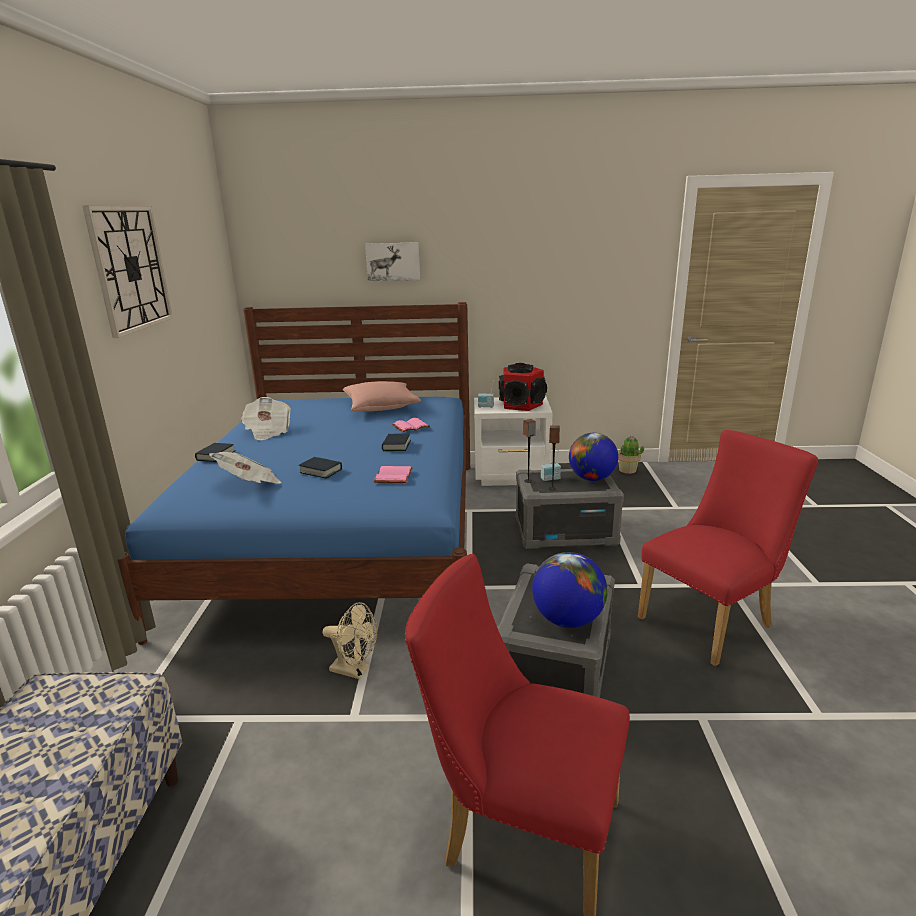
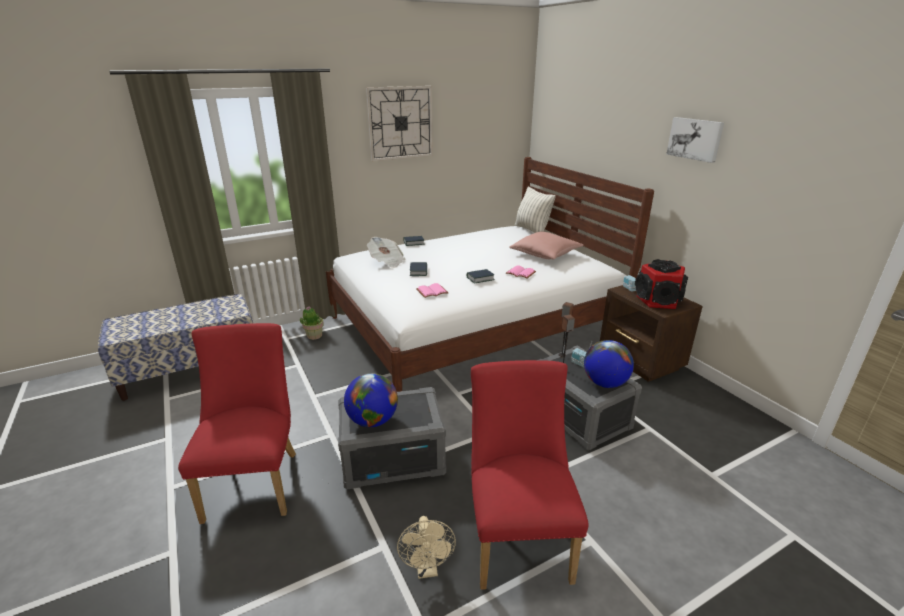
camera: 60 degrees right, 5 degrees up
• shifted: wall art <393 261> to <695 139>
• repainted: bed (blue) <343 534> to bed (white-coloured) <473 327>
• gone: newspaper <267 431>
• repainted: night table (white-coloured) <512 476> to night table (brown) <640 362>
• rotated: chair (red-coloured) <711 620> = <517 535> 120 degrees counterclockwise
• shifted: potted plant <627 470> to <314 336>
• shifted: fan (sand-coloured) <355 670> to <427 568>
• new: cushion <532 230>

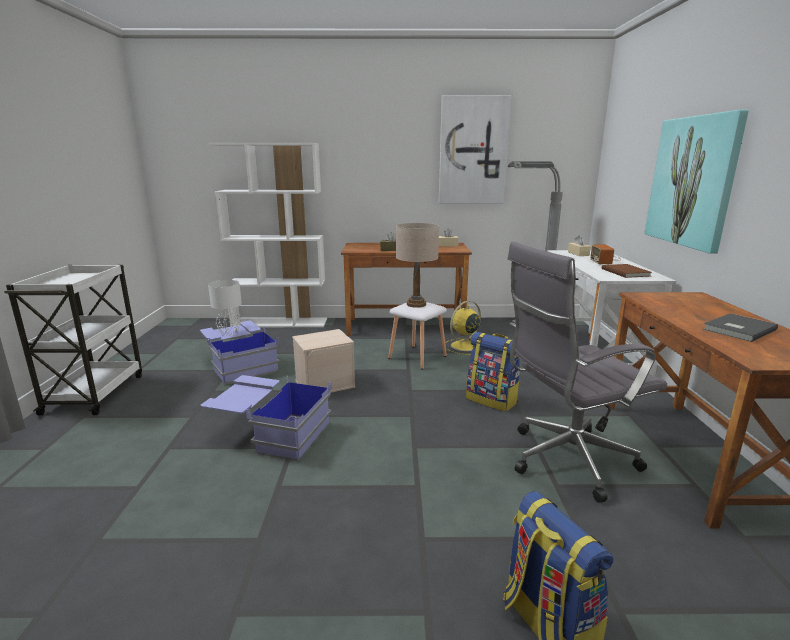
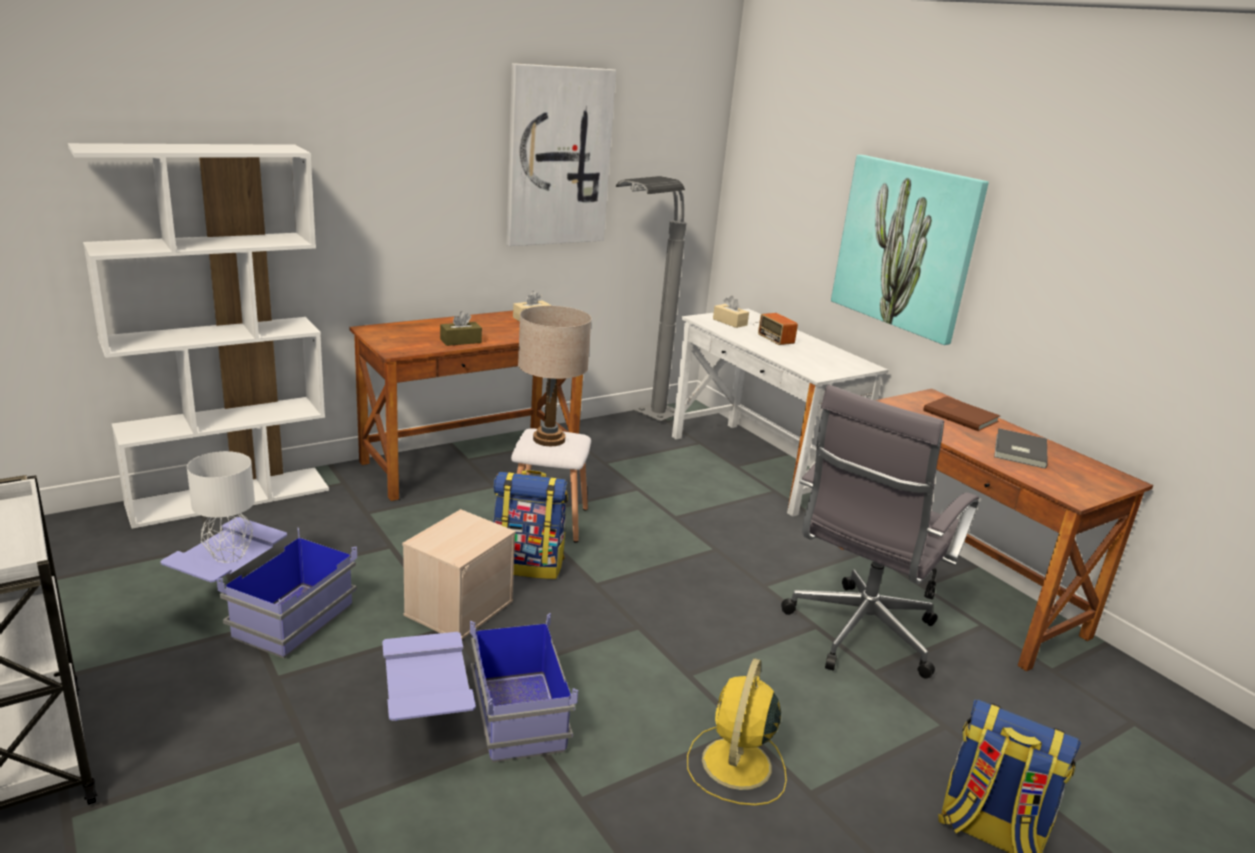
camera: 35 degrees left, 5 degrees up
• shifted: book (brown) <626 272> to <960 415>
• shifted: fan (yellowish) <463 346> to <736 766>
• shifted: backpack <492 400> to <528 565>

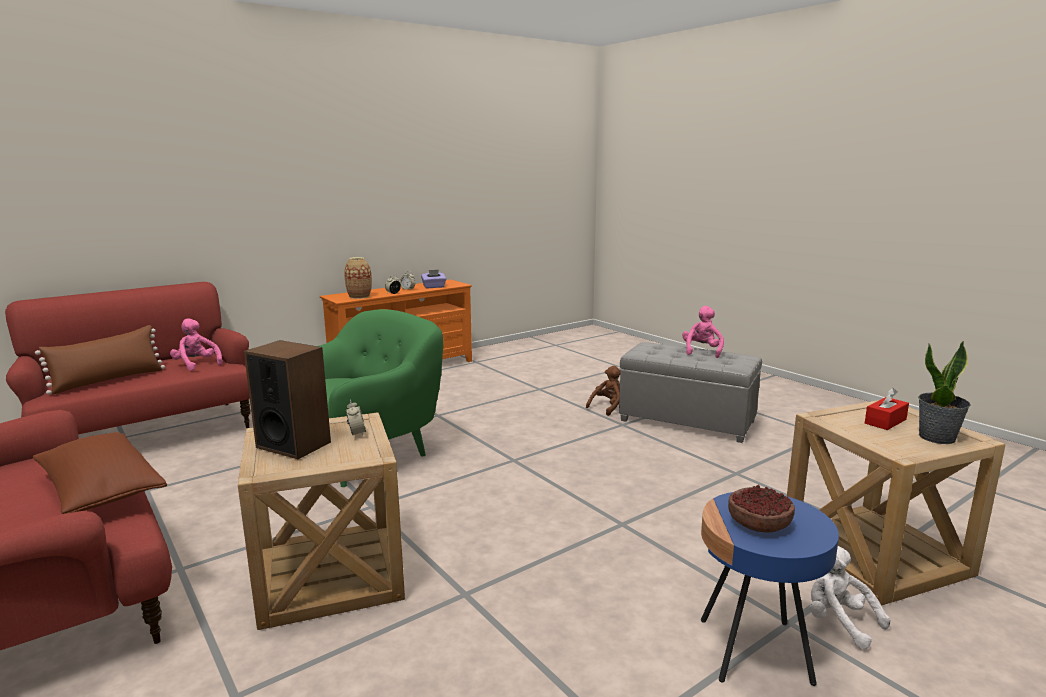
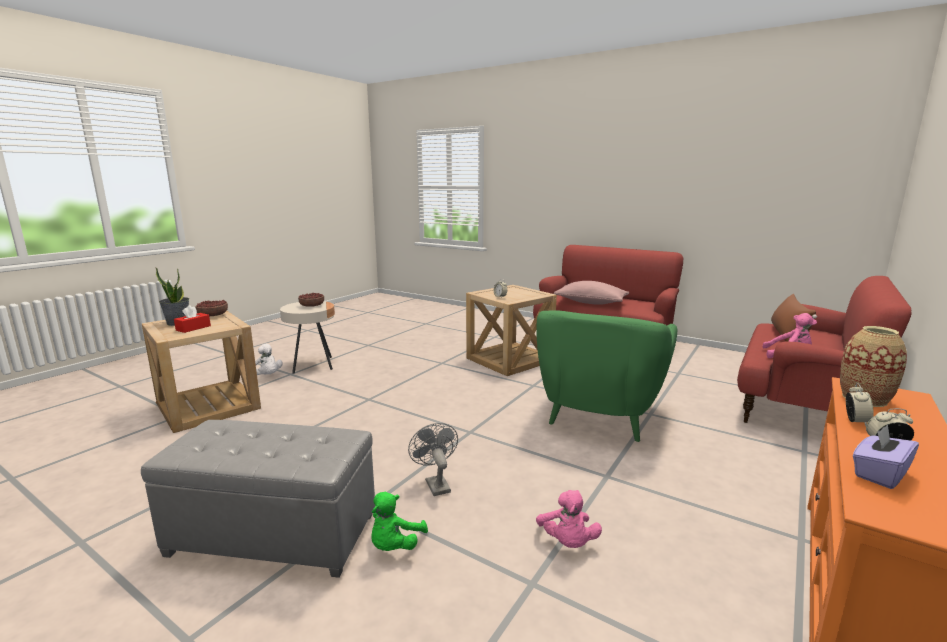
camera: 160 degrees right, 0 degrees up
• shifted: cuddly toy (pink) <702 351> to <567 542>
• gone: audio speaker <293 444>
• repainted: cuddly toy (brown) <607 407> to cuddly toy (green-coloured) <395 546>
• repainted: cushion (brown) <101 491> to cushion (pink) <590 303>
• repainted: side table (blue) <754 651> to side table (sand-coloured) <313 365>
• new: bowl <213 315>
• new: fan (greyish) <435 483>

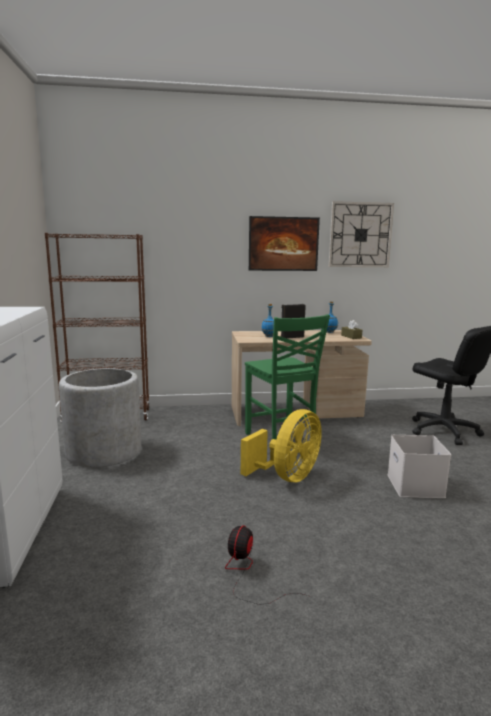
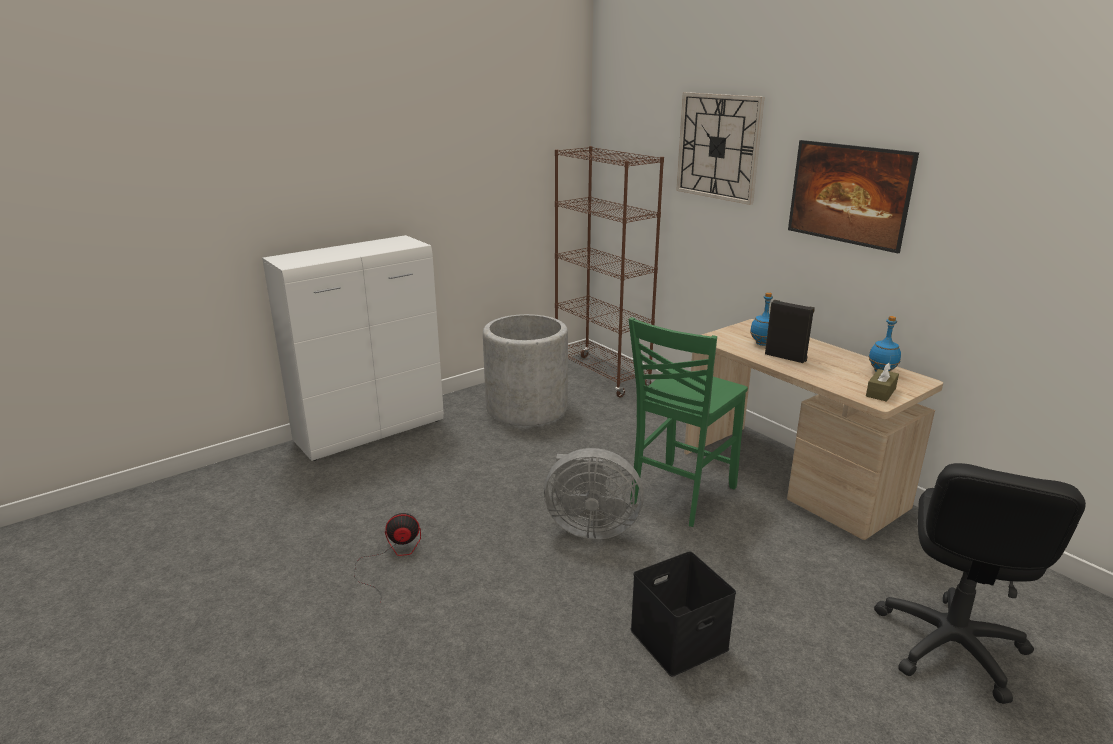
camera: 60 degrees right, 10 degrees up
• shifted: clock on the wall <360 235> to <718 147>
• repainted: fan (yellowish) <287 477> to fan (greyish) <590 527>
• repainted: storage box (white-coloured) <413 485> to storage box (black) <679 637>

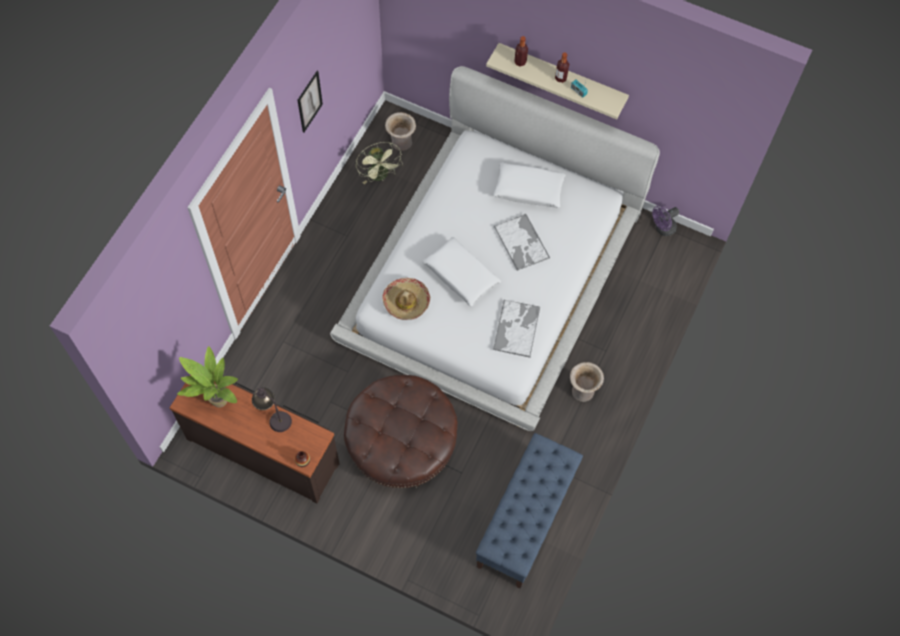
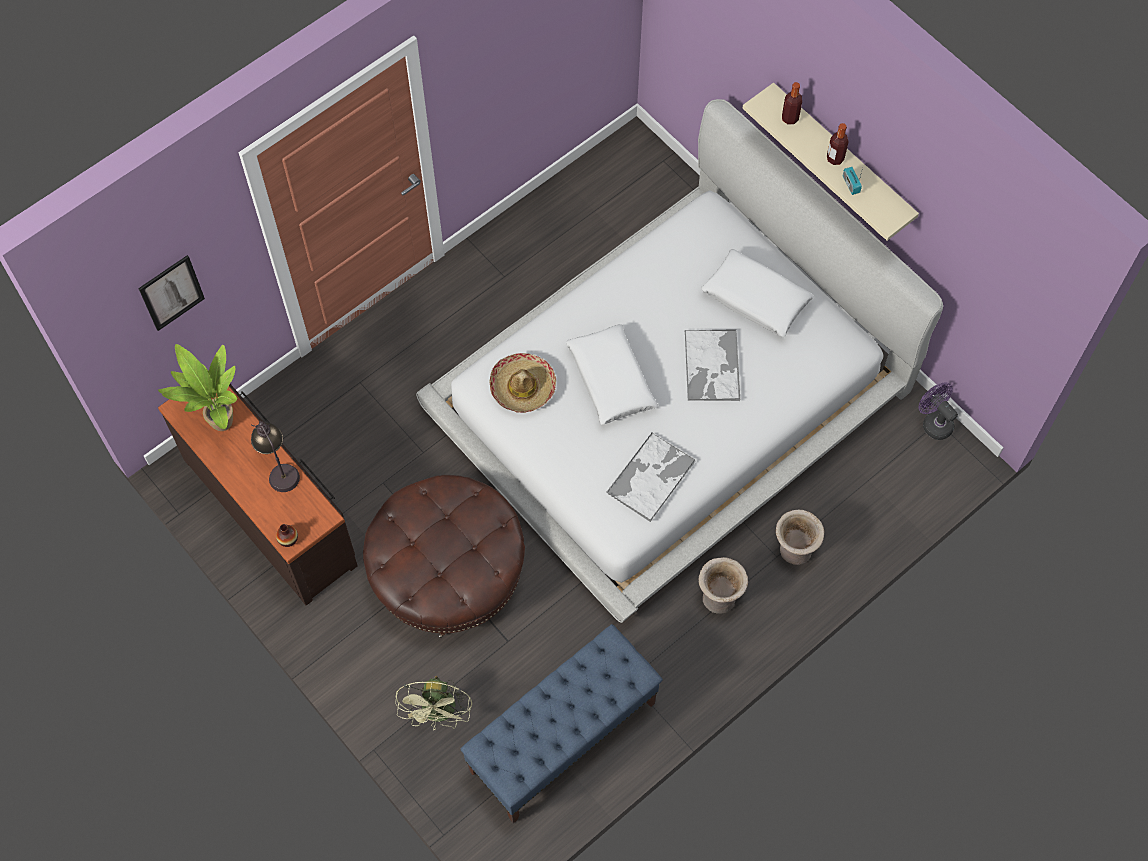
camera: 25 degrees right, 0 degrees up
• shifted: wall art <309 101> to <171 292>
• shifted: vase (sand-coloured) <401 143> to <794 551>
• shifted: fan (green-coloured) <380 176> to <439 713>
• rotated: fan (purplish) <662 229> = <934 422> 60 degrees clockwise

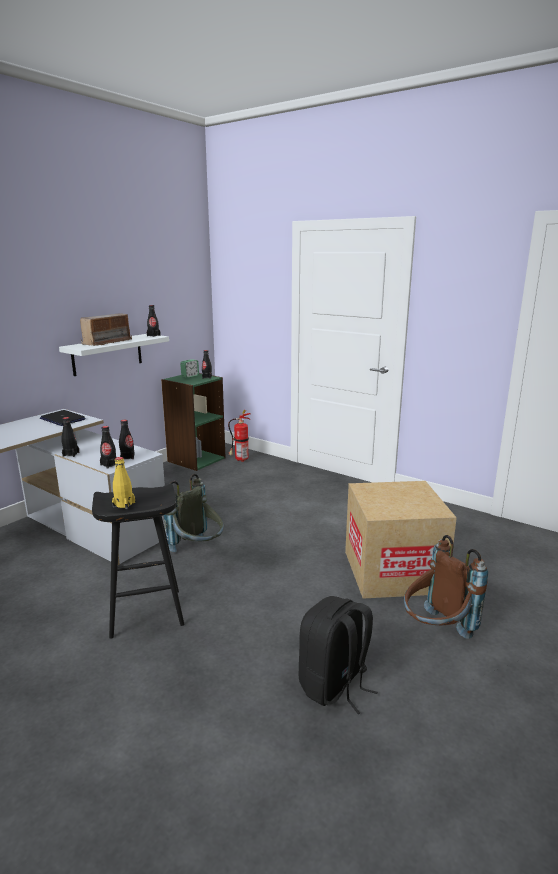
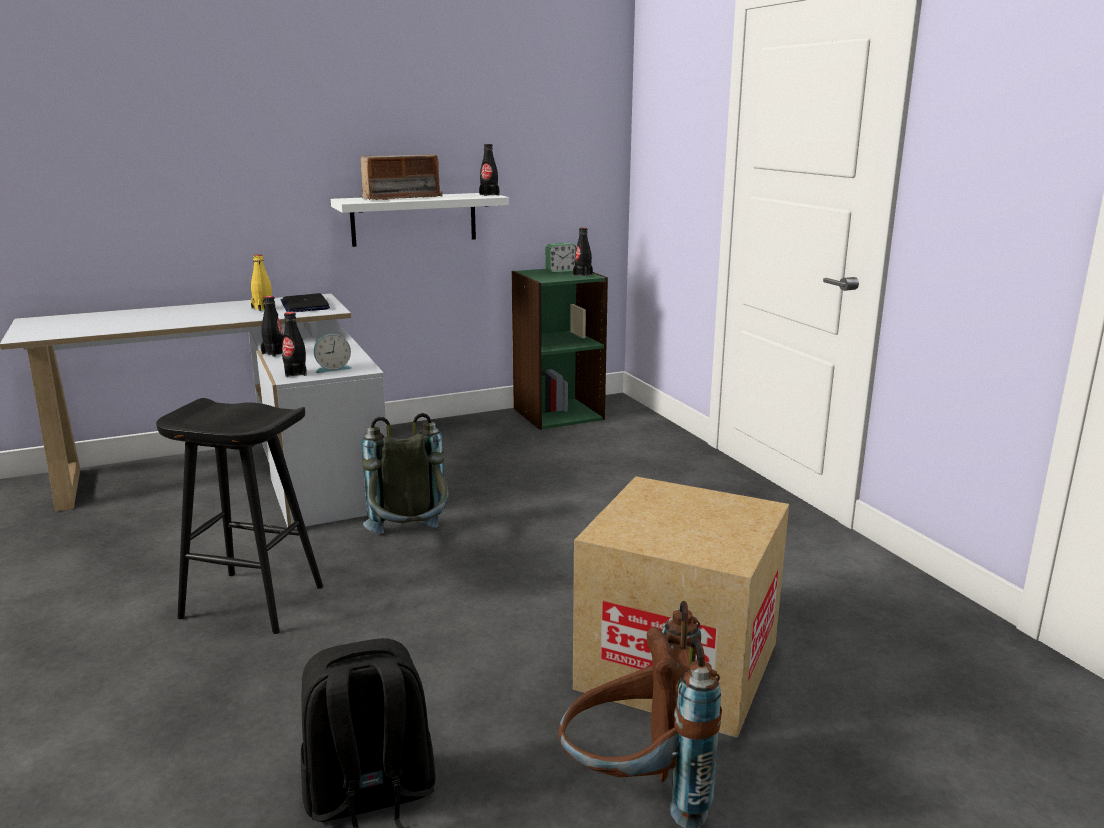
camera: 30 degrees right, 0 degrees up
• gone: fire-fighting cylinder <240 460>
• swapped: drink bottle (black) <127 457> to bedside clock <332 368>
• shifted: drink bottle (yellowish) <124 504> to <263 308>

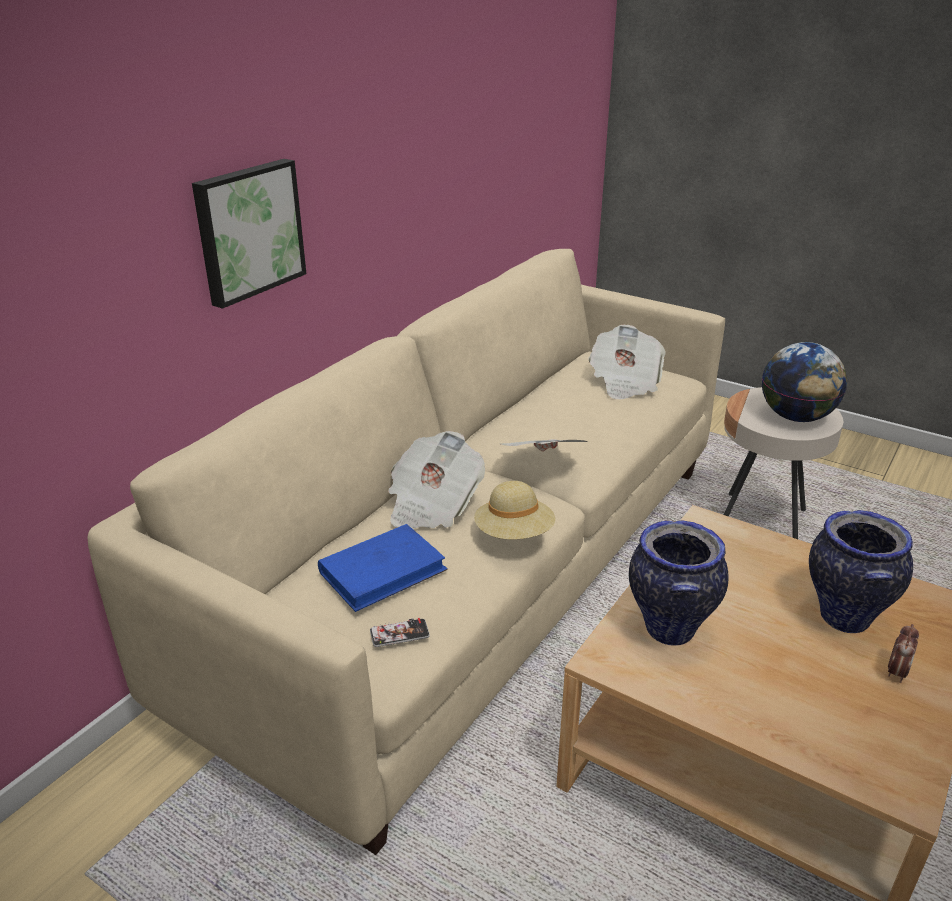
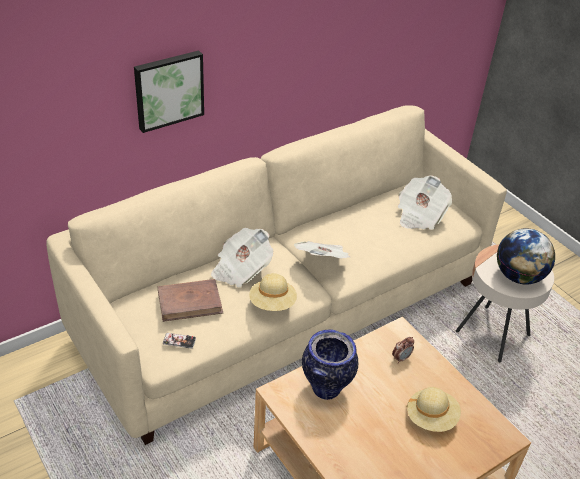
camera: 20 degrees right, 10 degrees up
• swapped: vase <843 617> to wearable hat (sand-coloured) <431 417>
• repainted: book (blue) <383 571> to book (brown) <190 302>
• shifted: bedside clock <896 672> to <401 358>

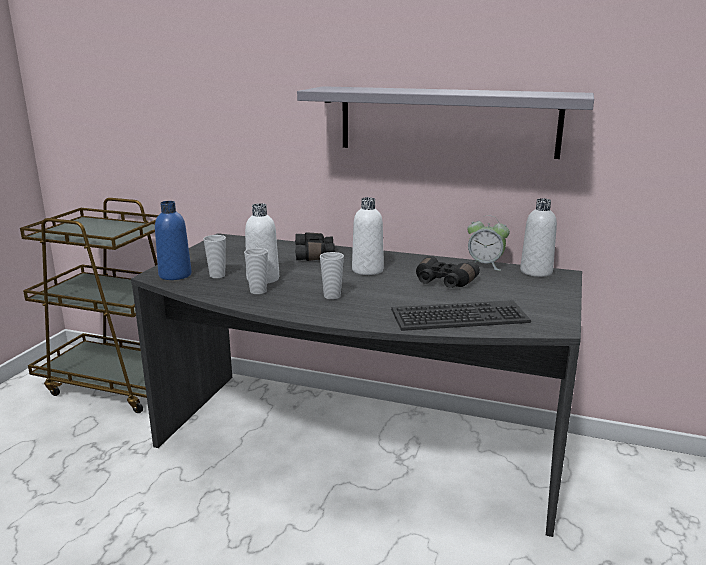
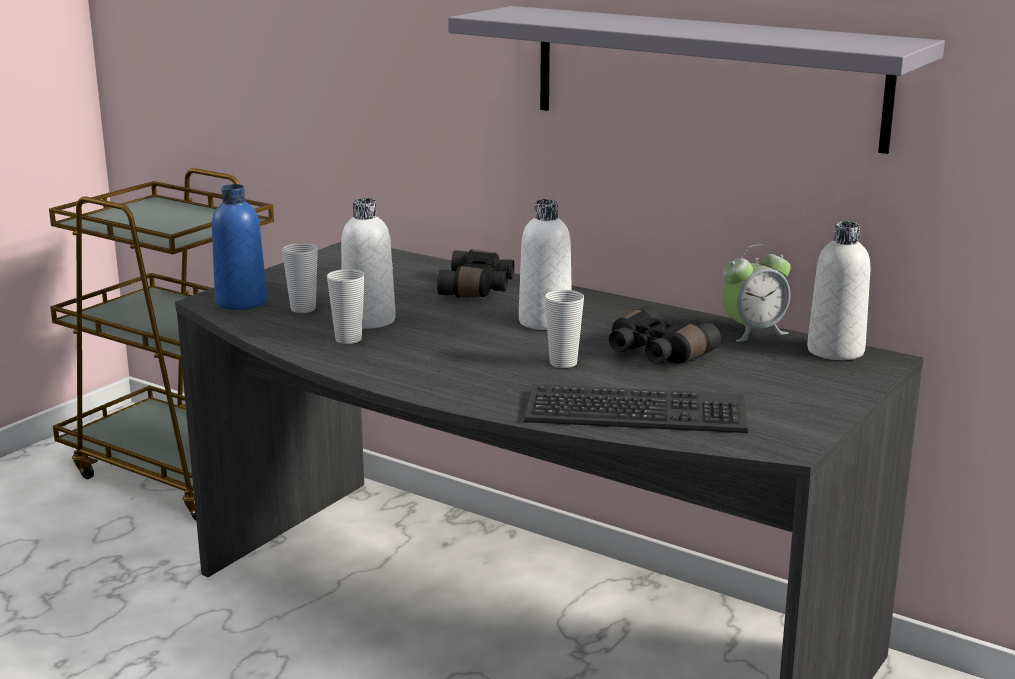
camera: 15 degrees right, 0 degrees up
• rotated: bedside clock <485 265> = <753 332> 60 degrees counterclockwise
• shifted: small cup <332 296> to <563 363>

